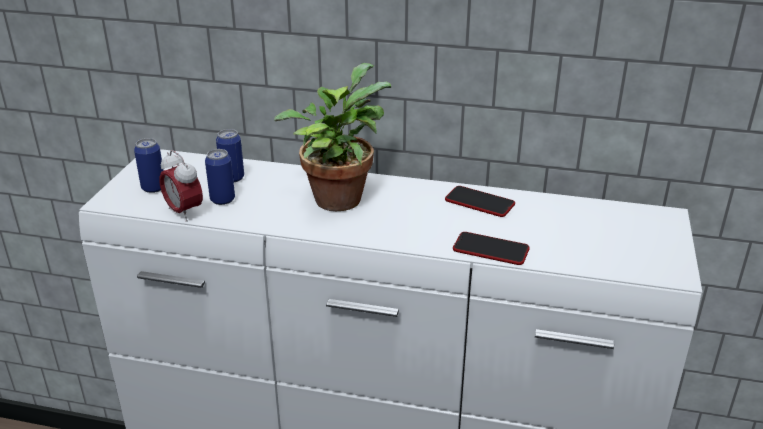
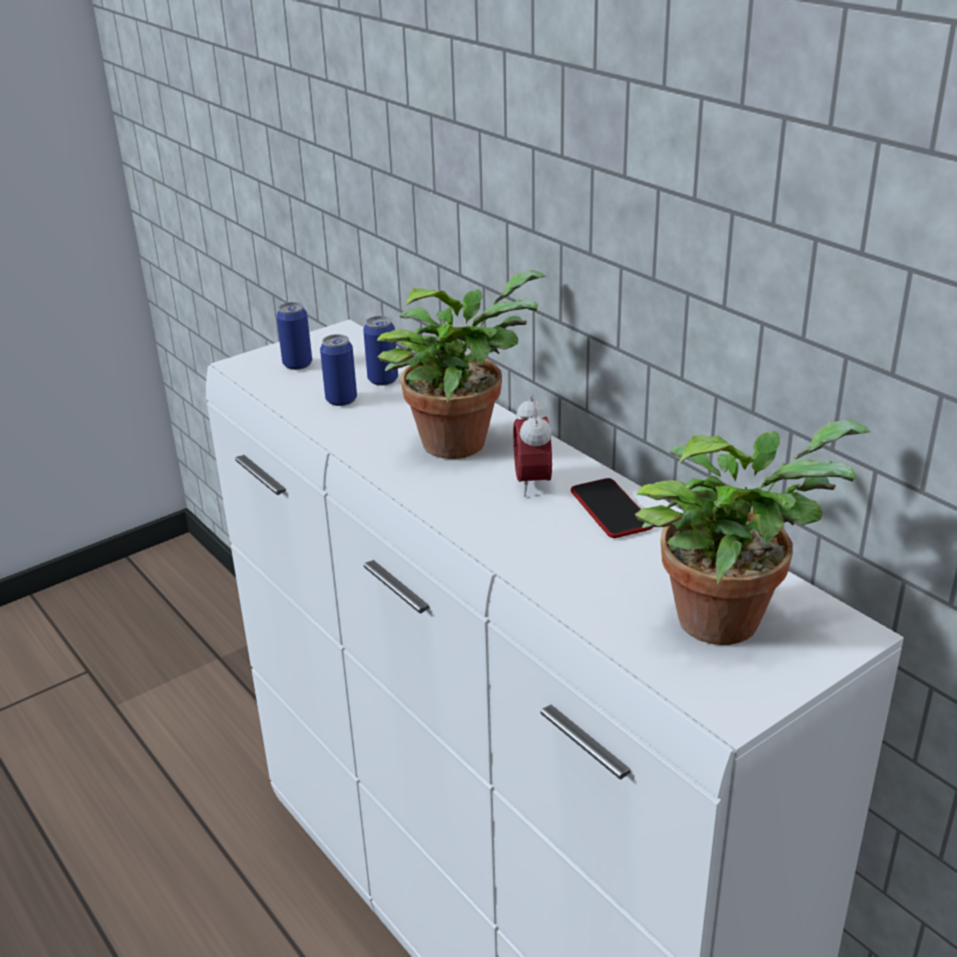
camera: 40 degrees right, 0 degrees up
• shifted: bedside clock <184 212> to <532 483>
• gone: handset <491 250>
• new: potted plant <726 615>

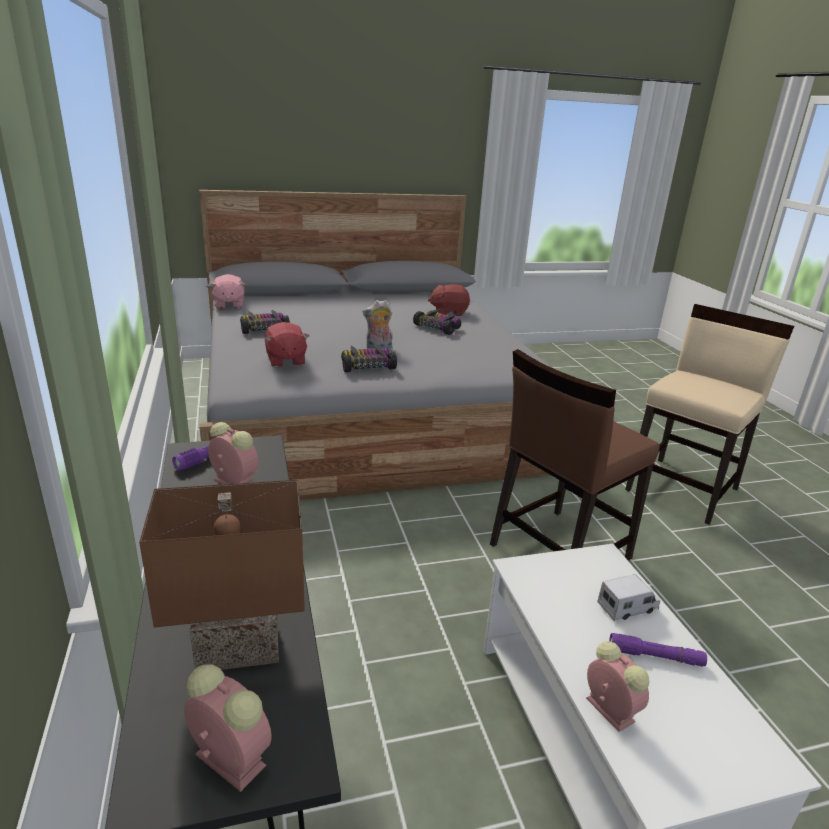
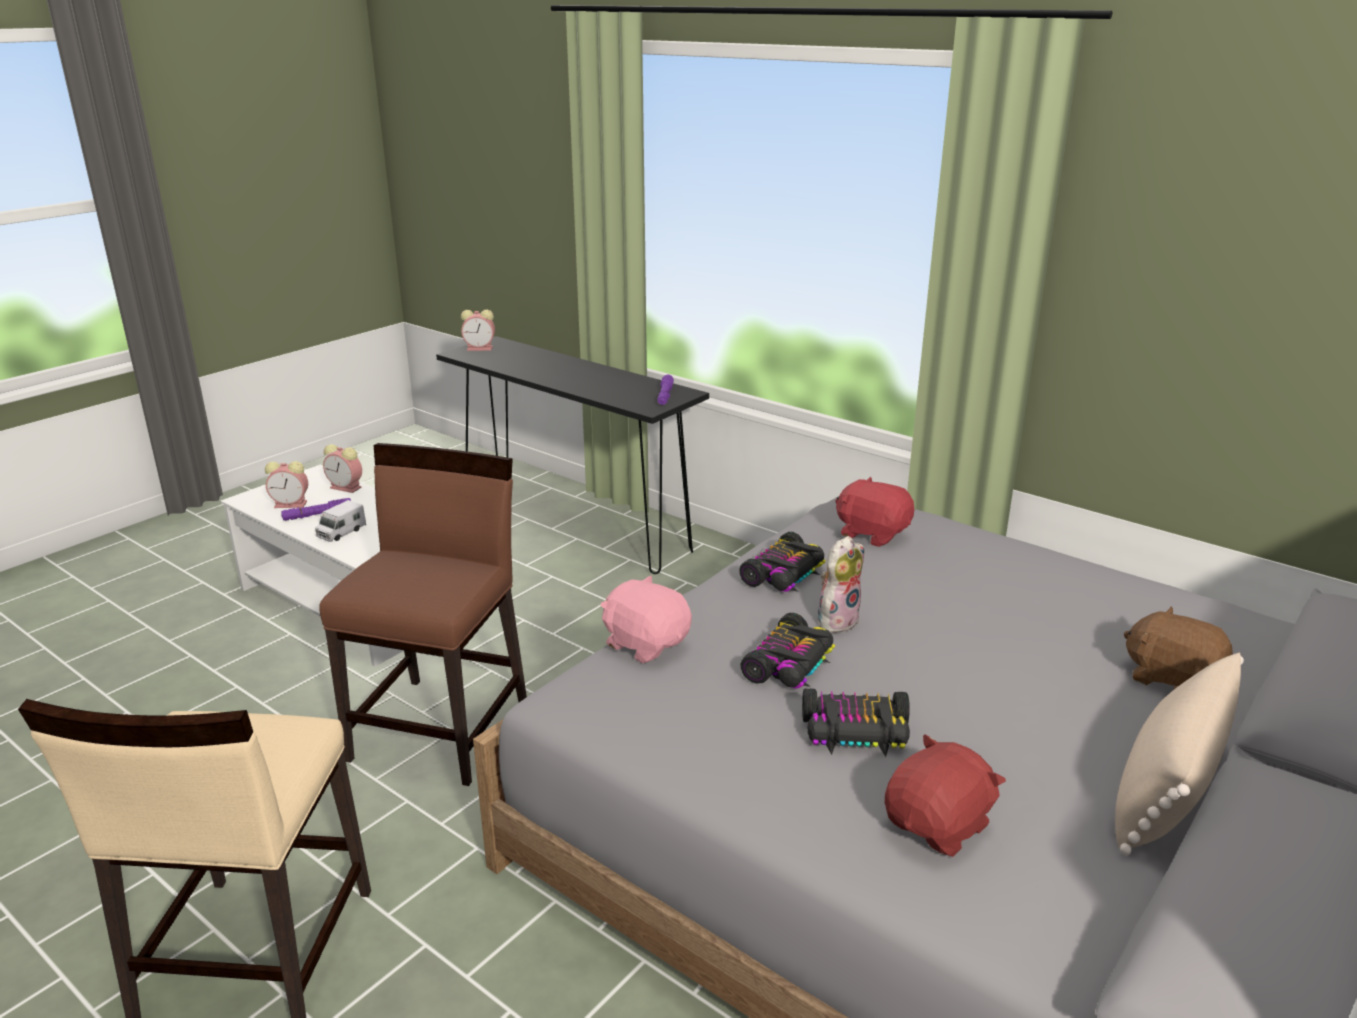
camera: 145 degrees right, 0 degrees up
• shifted: cuddly toy (pink) <229 304> to <646 644>
• shifted: miniature car <264 329> to <790 665>
• shifted: bedside clock <233 482> to <292 504>
• gone: lamp for a table (brown) <236 652>
• new: cuddly toy (brown) <1172 679>
• new: cushion (sand-coloured) <1167 787>

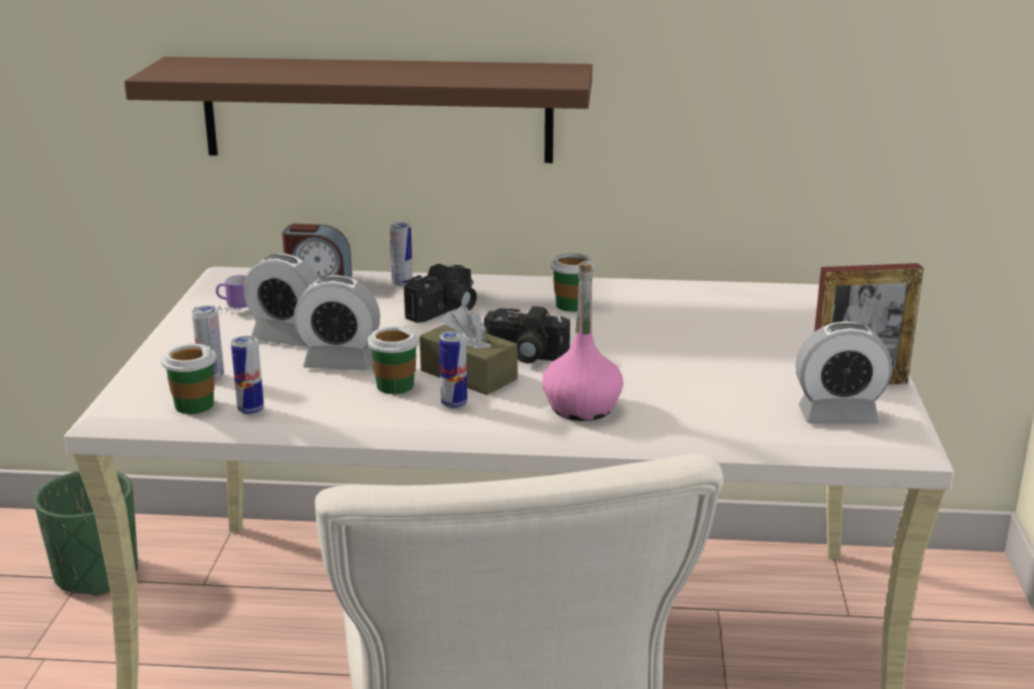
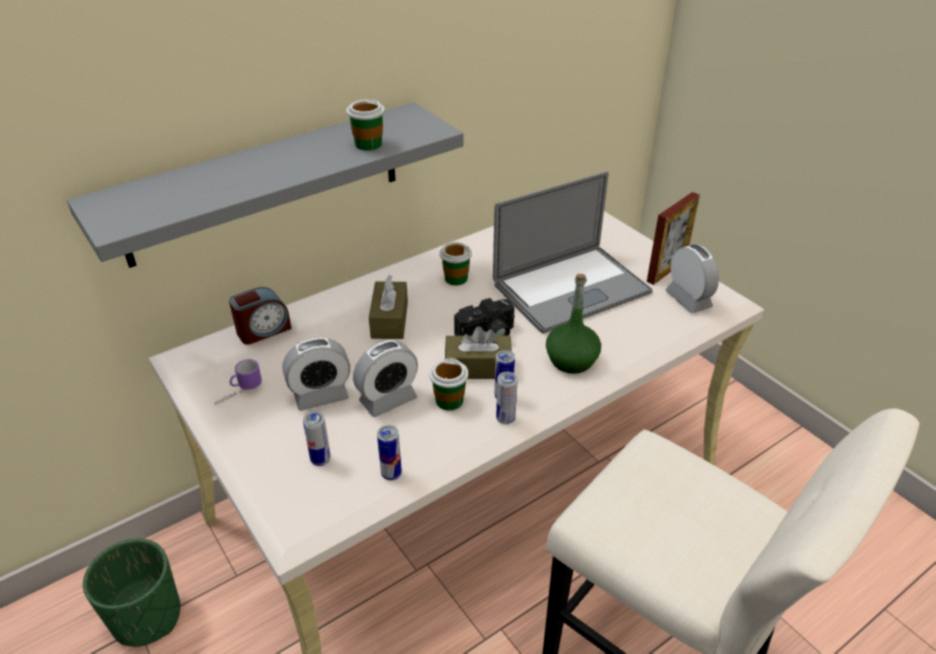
camera: 40 degrees left, 15 degrees up
• repainted: bracket shelf (brown) <377 109> to bracket shelf (greyish) <265 183>
• shifted: metal can <402 283> to <505 419>
• repainted: drink bottle (pink) <582 407> to drink bottle (green-coloured) <571 360>
• swapped: photo camera <445 311> to tissue holder (brown) <389 320>
• rotated: bedside clock <837 416> = <688 299> 75 degrees counterclockwise
• shifted: small cup <194 405> to <368 144>
• new: portable computer <571 288>

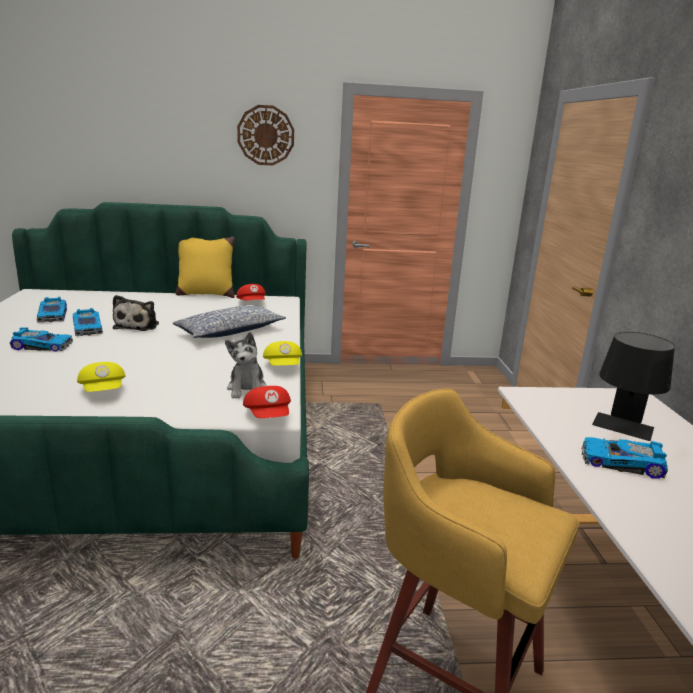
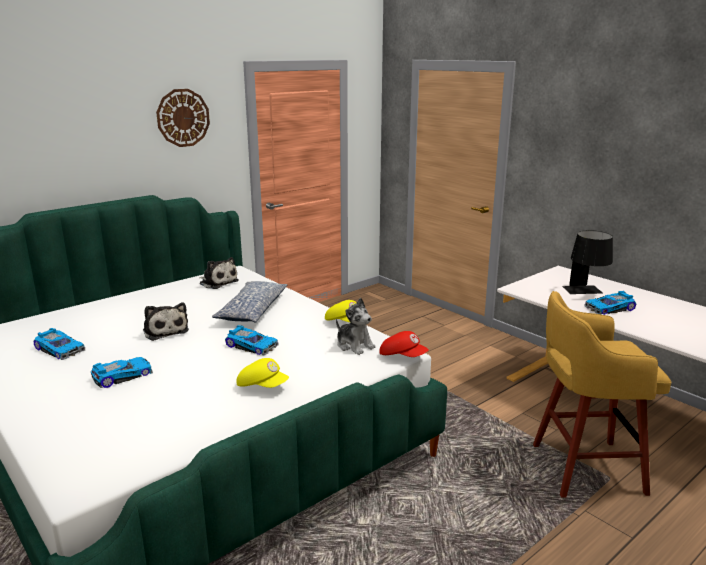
camera: 35 degrees left, 0 degrees up
• gone: cushion (yellowish) <205 294>
• swapped: cap (red-coloured) <252 303> to cuddly toy <217 282>
• shifted: miniature car <88 328> to <252 345>

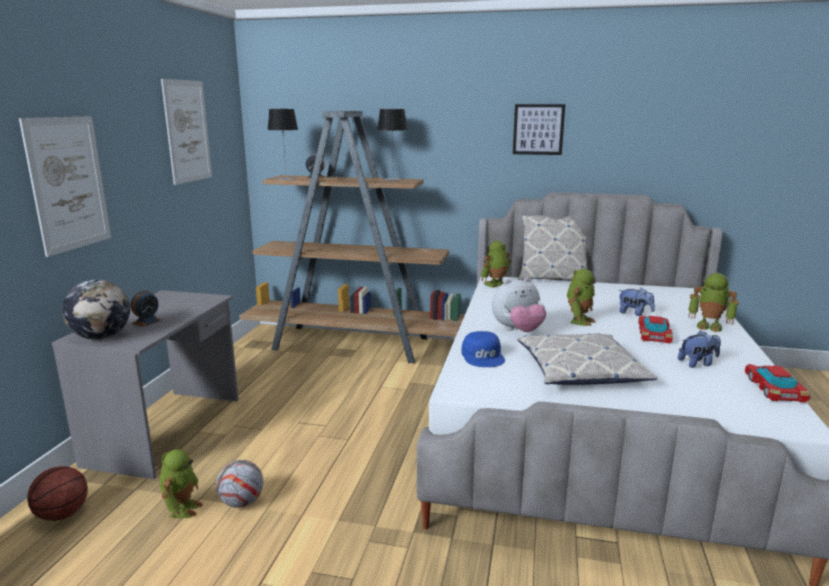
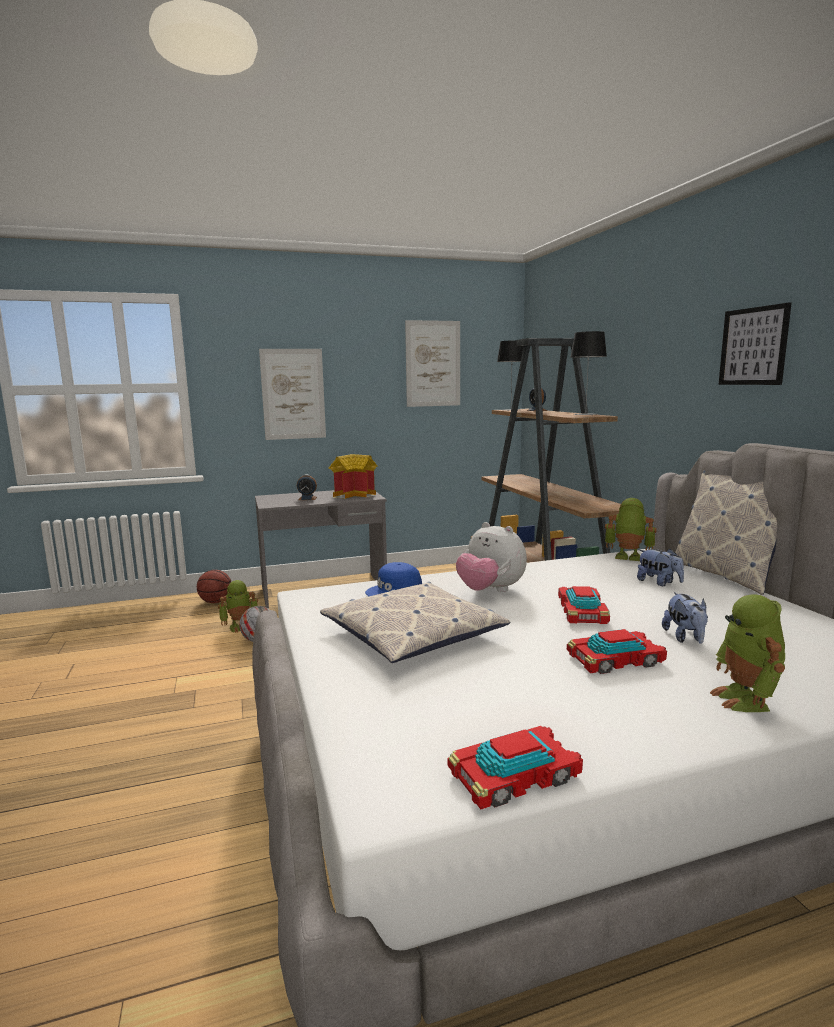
camera: 60 degrees right, 5 degrees down
• swapped: robot figure <579 320> to miniature car <582 612>
• gone: desk globe <101 337>
• shifted: cuddly toy <698 363> to <659 582>
• new: toy house <355 495>

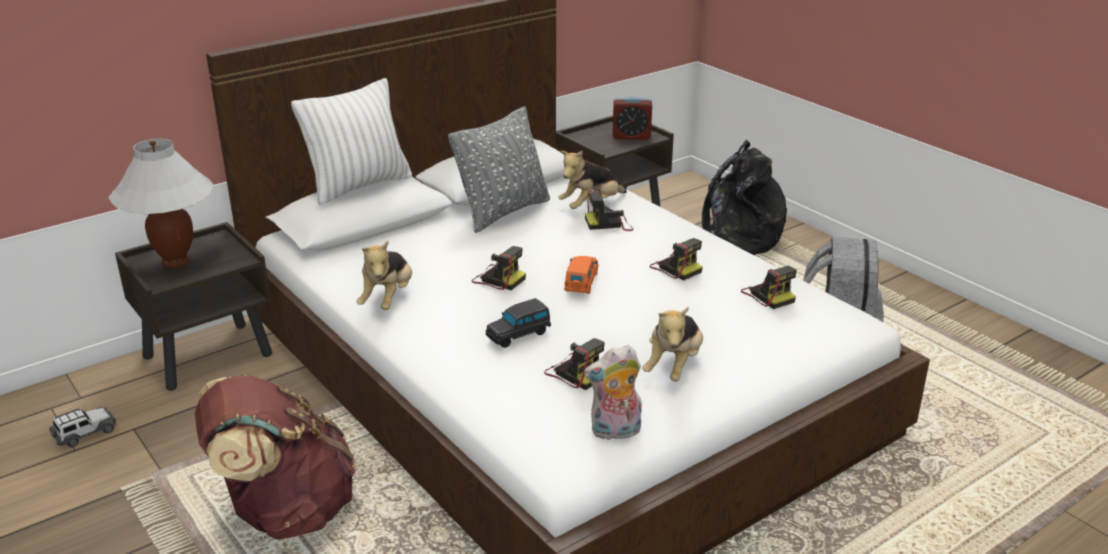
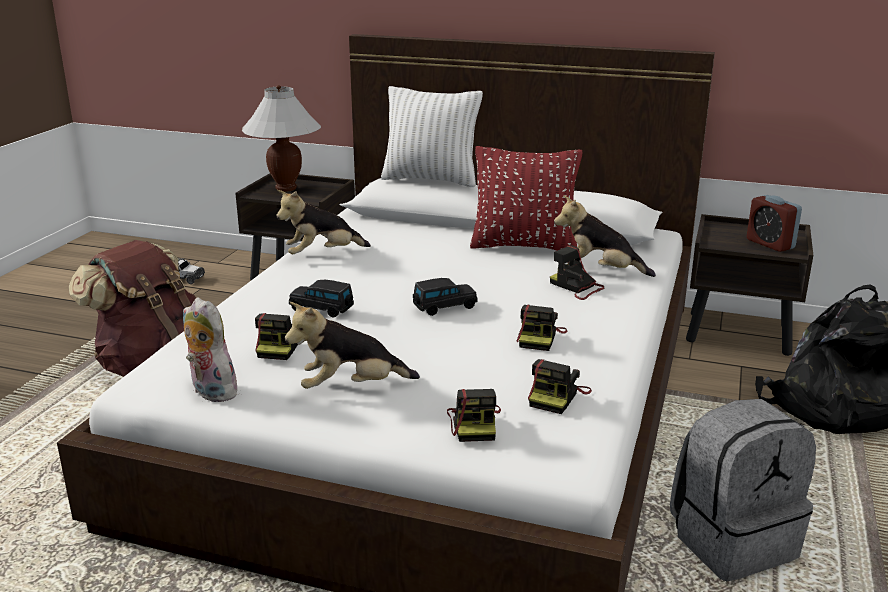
camera: 55 degrees right, 5 degrees down
• repainted: cushion (greyish) <503 212> to cushion (red-coloured) <524 246>
• shifted: photo camera <498 279> to <474 423>
• repainted: miniature car (orange) <581 283> to miniature car (black) <444 307>

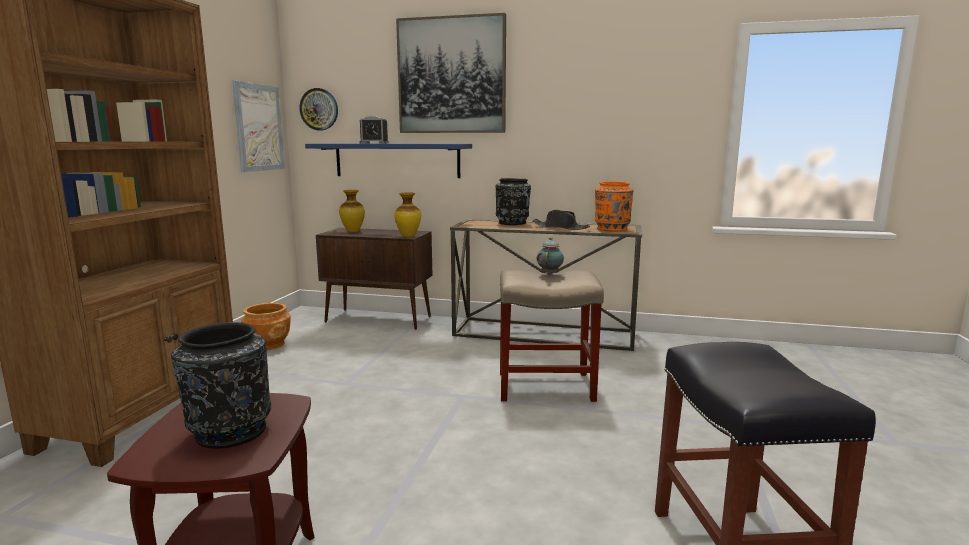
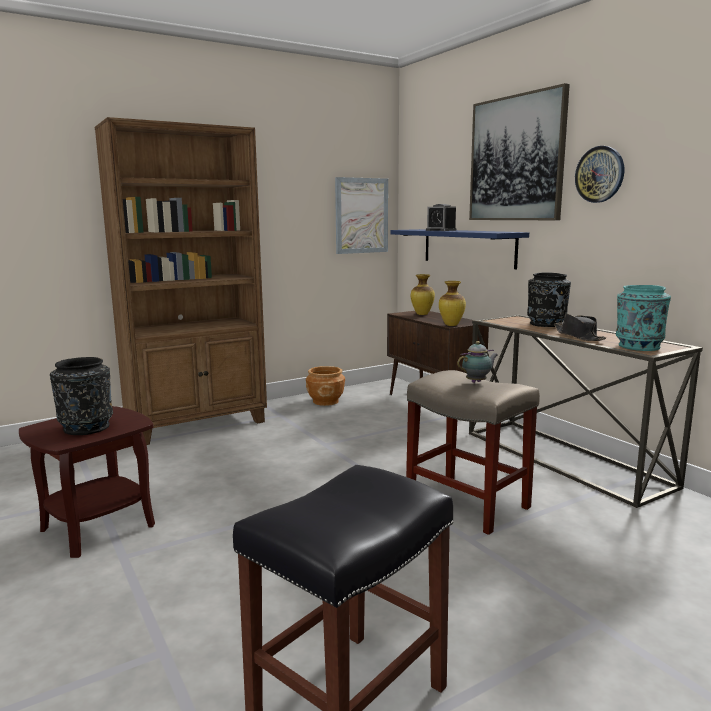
camera: 45 degrees right, 0 degrees up
• shifted: clock on the wall <319 109> to <600 174>
• repainted: vase (orange) <612 229> to vase (turquoise-coloured) <638 347>

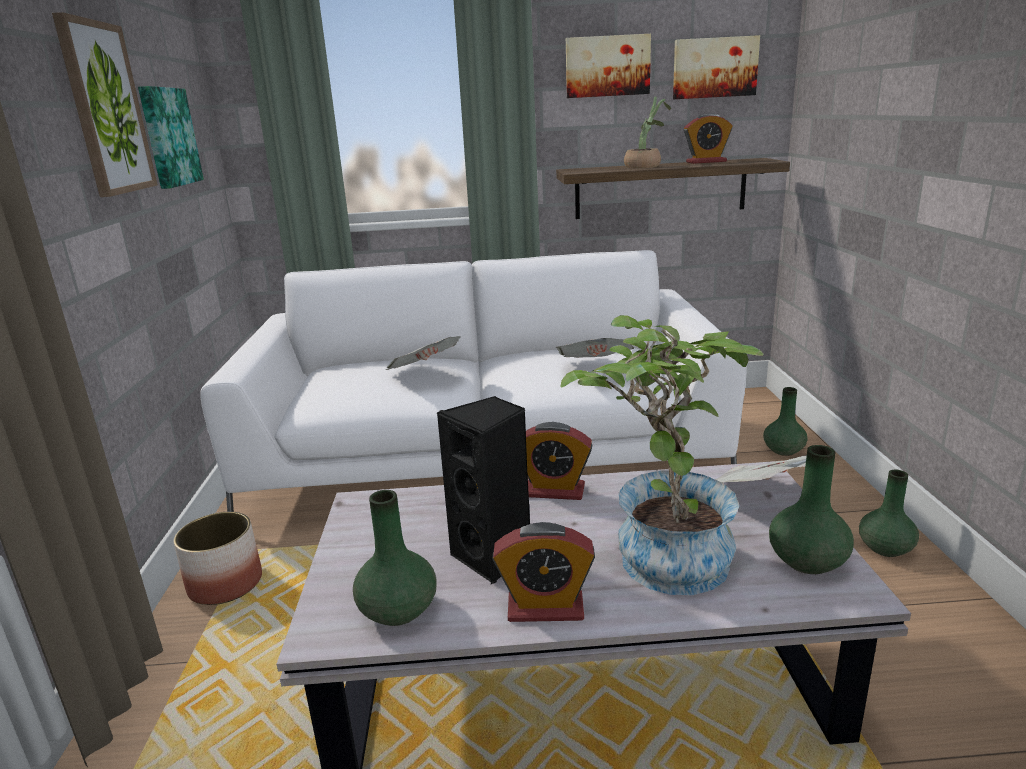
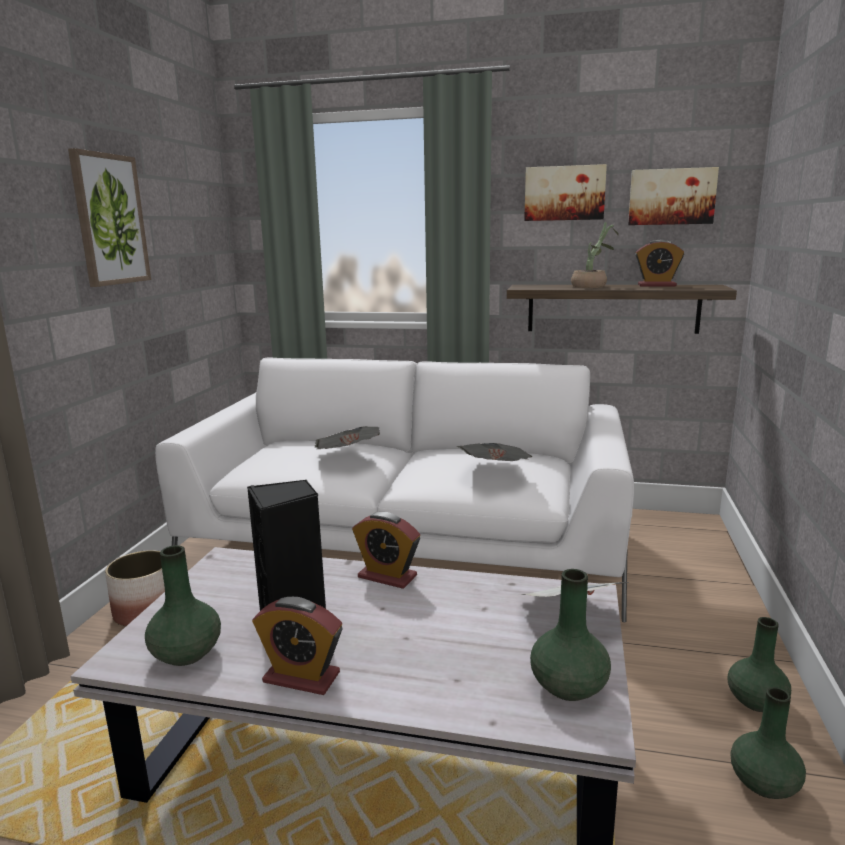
camera: 15 degrees right, 5 degrees down
• gone: wall art <168 137>
• gone: potted plant <661 553>
• shifted: vase (green-coloured) <783 450> to <763 783>

